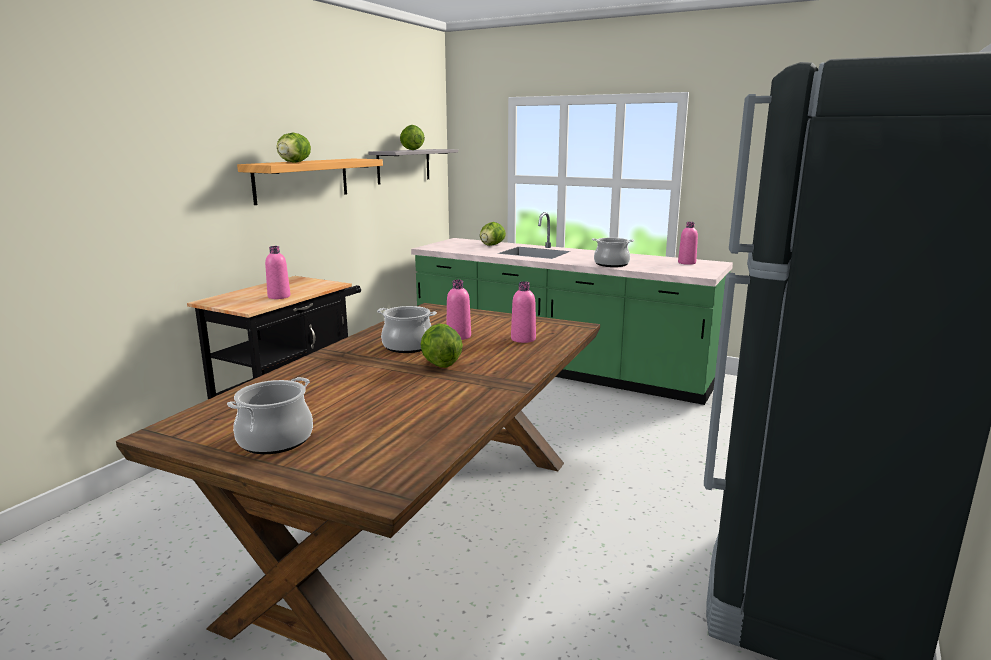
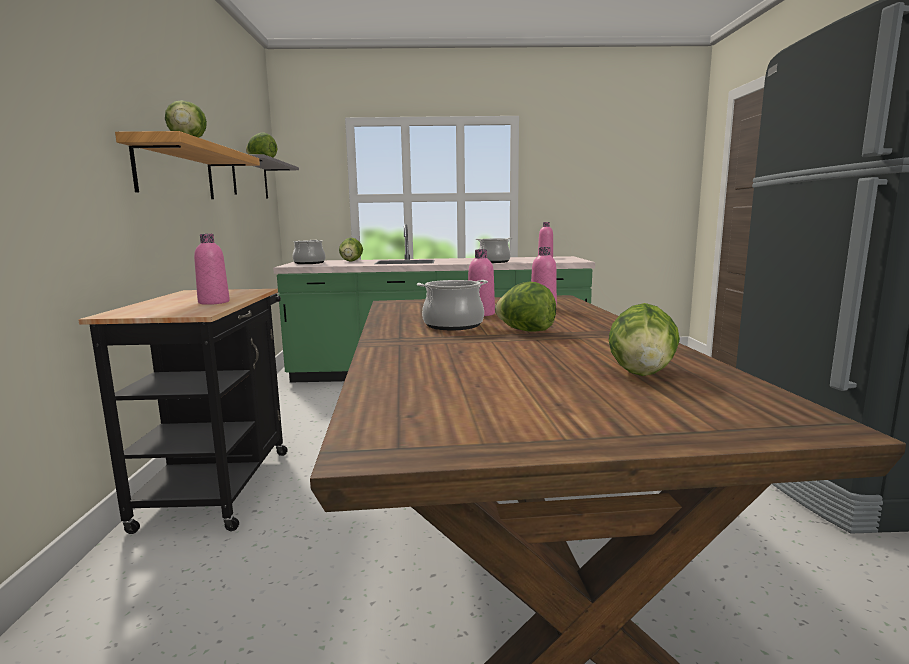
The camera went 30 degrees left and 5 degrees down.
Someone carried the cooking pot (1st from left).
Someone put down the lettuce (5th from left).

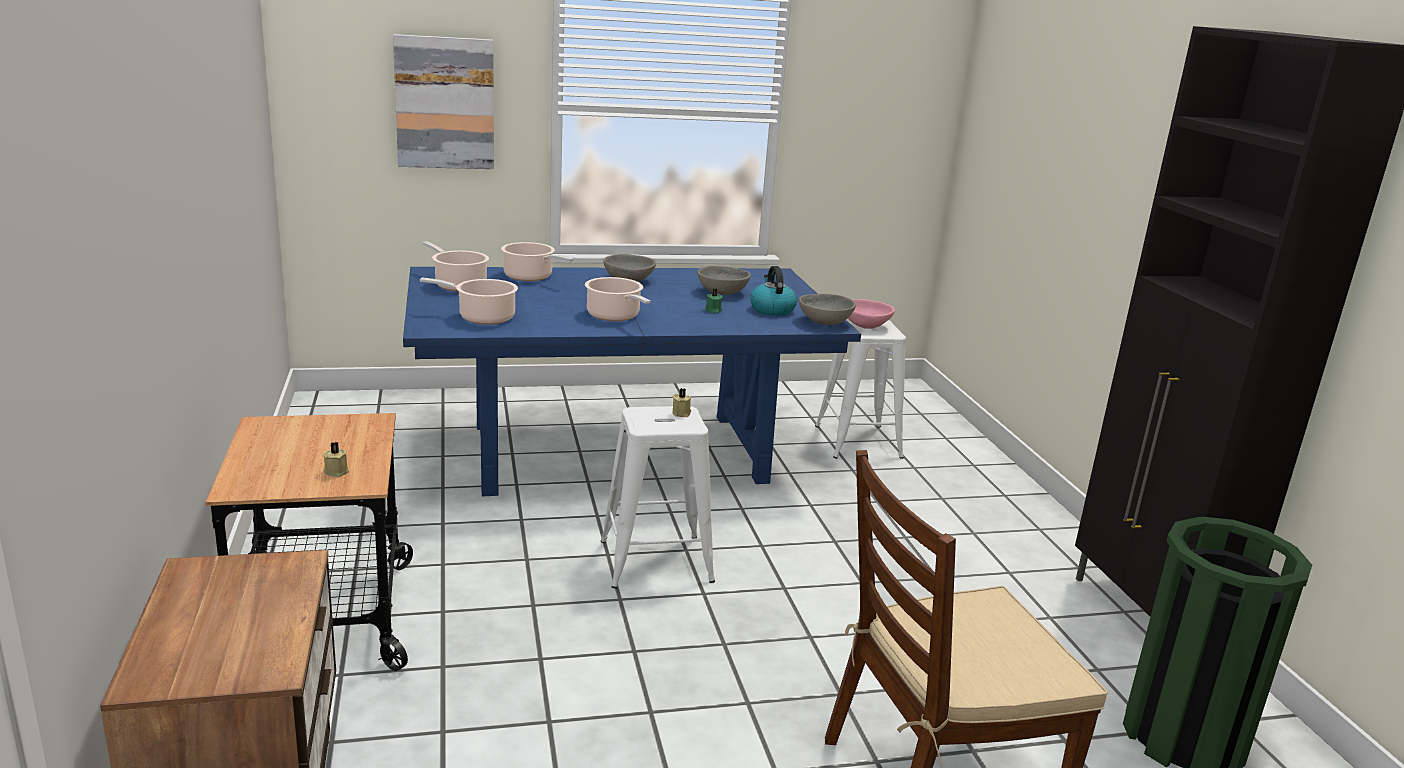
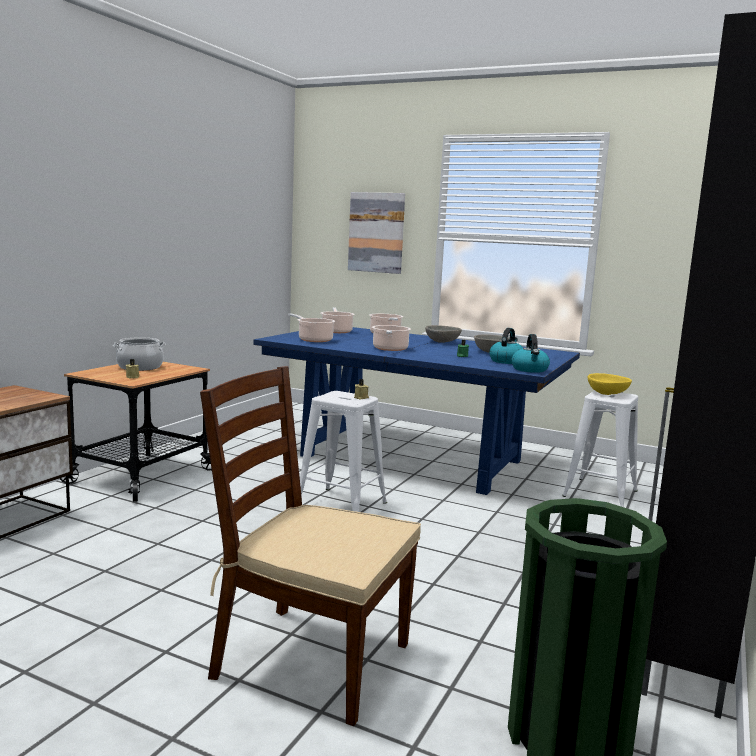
The camera went 40 degrees right and 10 degrees down.
Someone swapped the bowl/greyish (3rd from left) for the tea kettle (2nd from left).
Someone repainted the bowl/pink-coloured, which became the bowl/yellow.
Someone put down the cooking pot (1st from left).

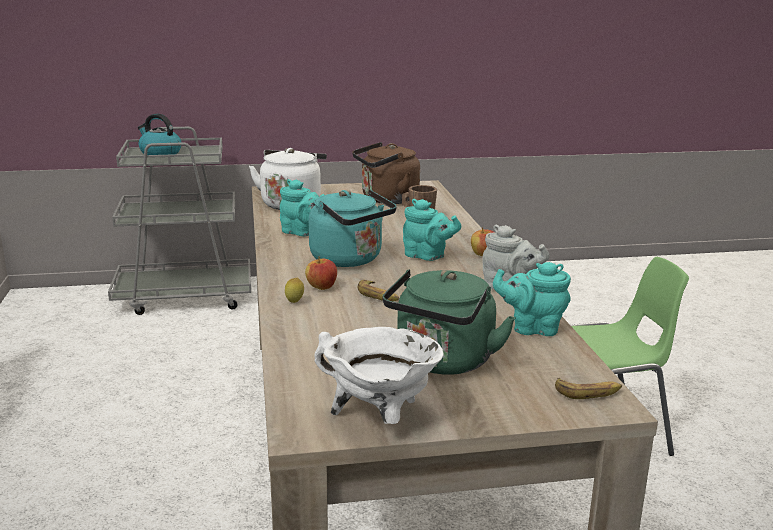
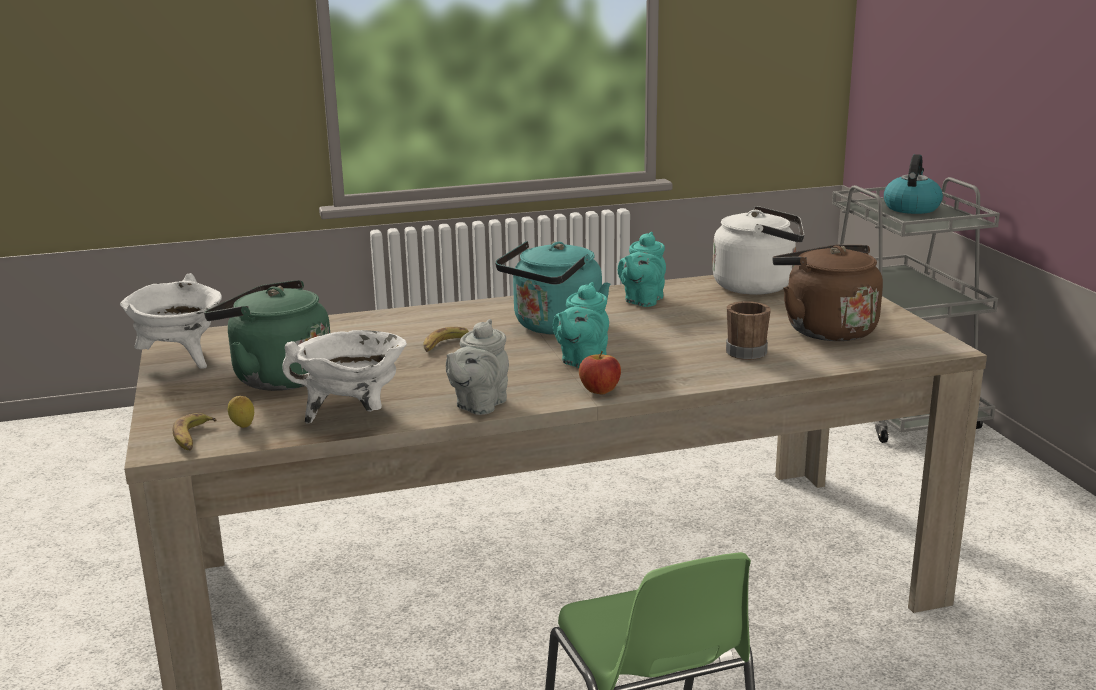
The camera went 85 degrees right and 0 degrees up.
Someone carried the whole lemon.
Someone took away the apple (1st from left).
Someone swapped the pot for tea/blue-green (3rd from left) for the cooking pot/white (2nd from left).

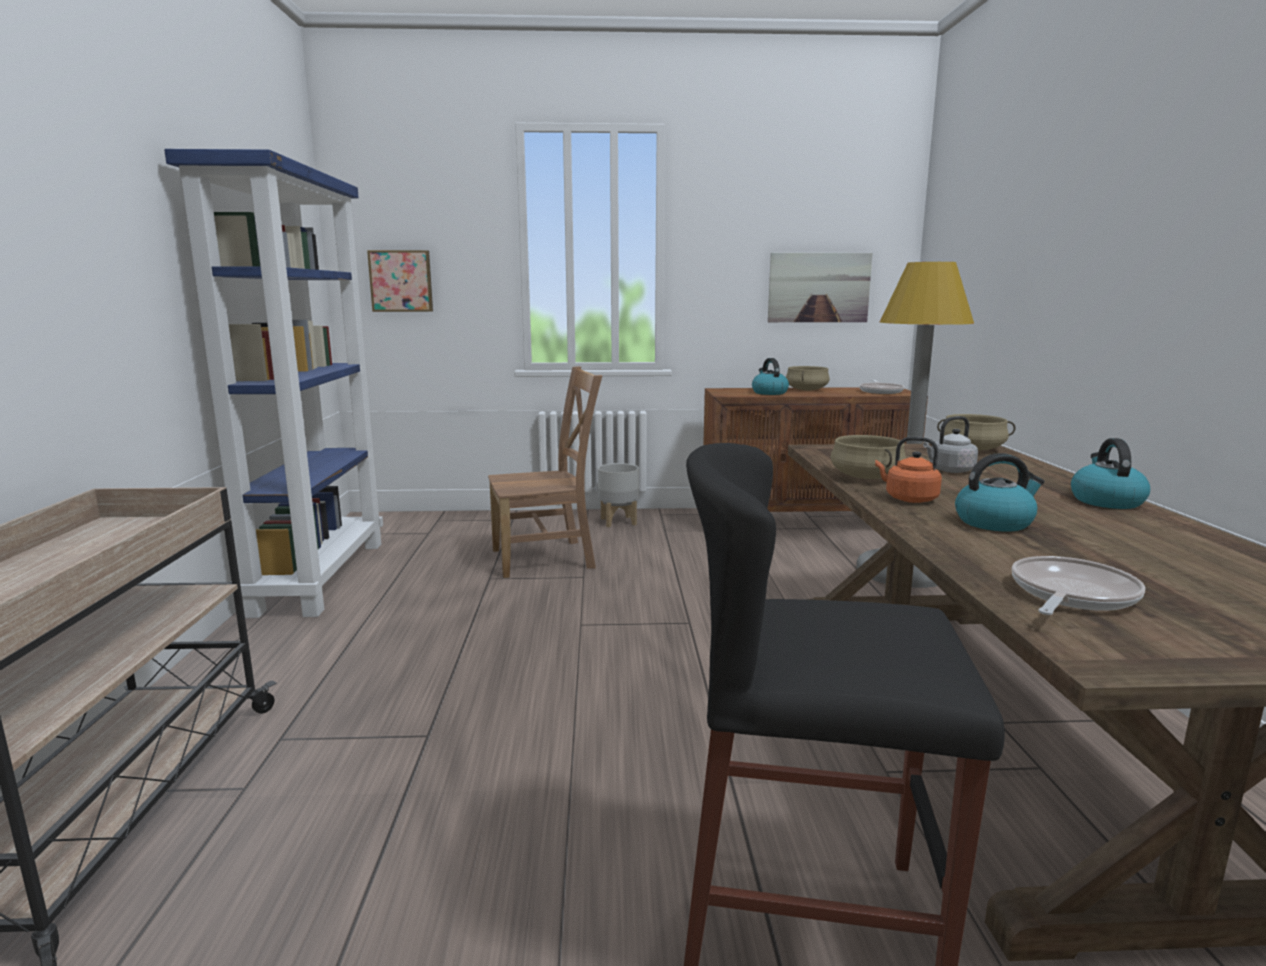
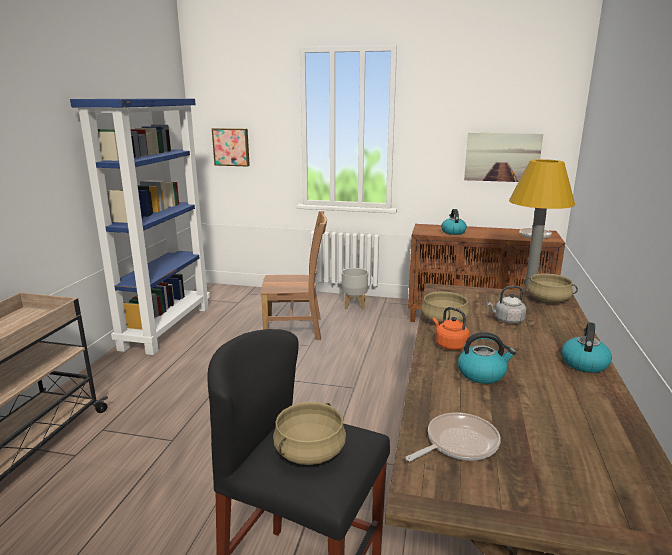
The camera went 15 degrees right and 5 degrees up.
Someone carried the cooking pot/beige-coloured (1st from left).

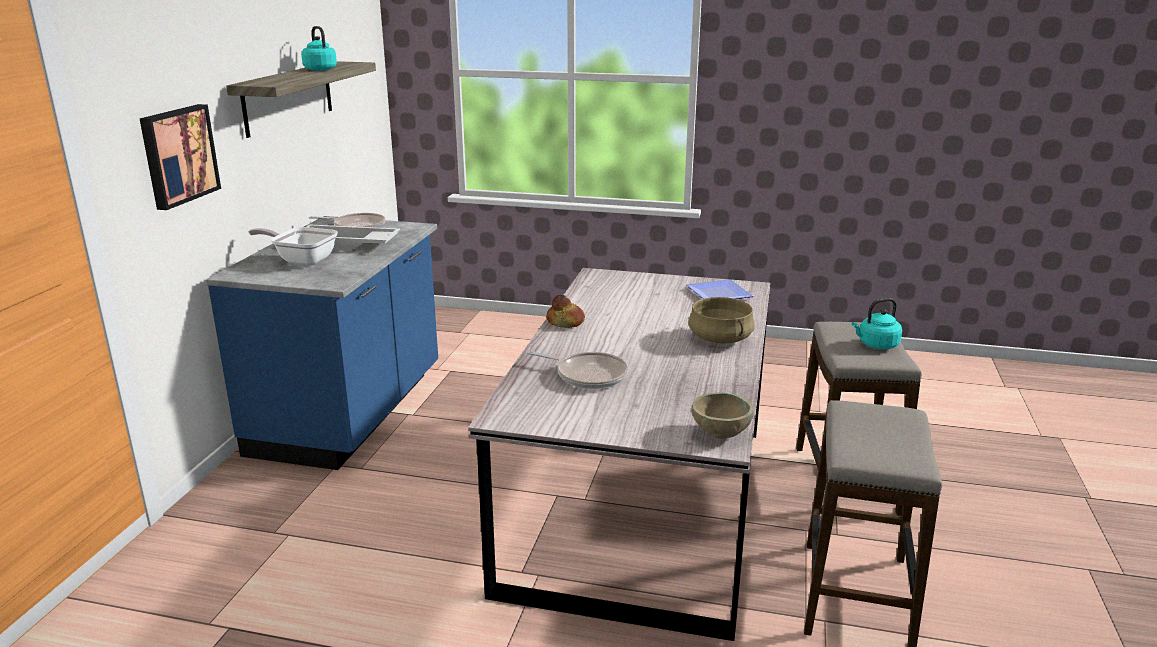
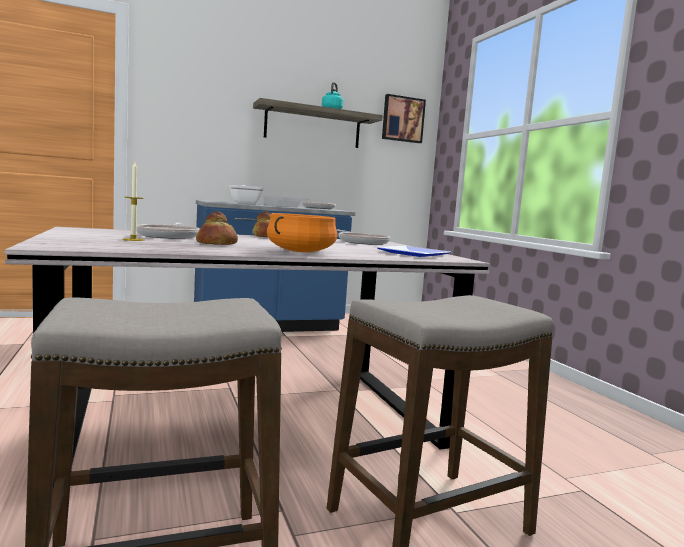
The camera went 55 degrees right and 15 degrees down.
Someone carried the picture.
Someone repainted the cooking pot/beige-coloured, which became the cooking pot/orange-coloured.
Someone took away the bowl/beige-coloured.
Someone took away the tea kettle/blue-green (2nd from left).
Someone put down the wax candle.
Someone put down the bakery bread (1st from left).
Someone put down the pan (4th from left).

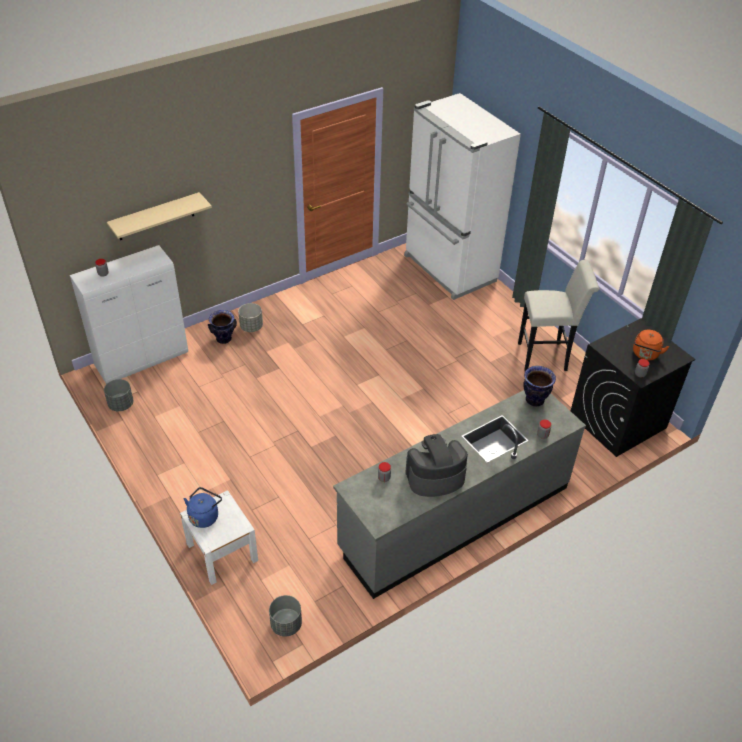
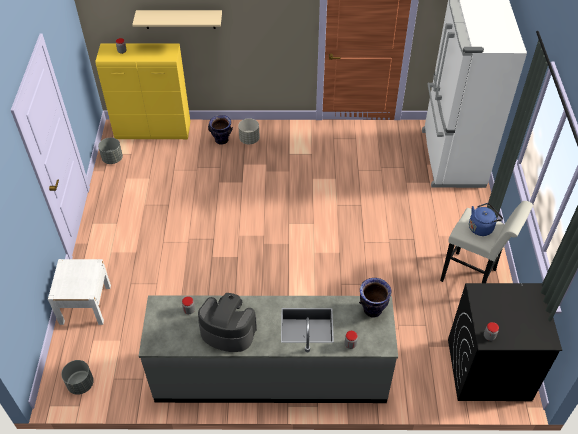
The camera went 35 degrees right and 5 degrees up.
Someone repainted the cupboard/white, which became the cupboard/yellow.
Someone carried the tea kettle/blue-coloured.
Someone took away the tea kettle/orange-coloured.

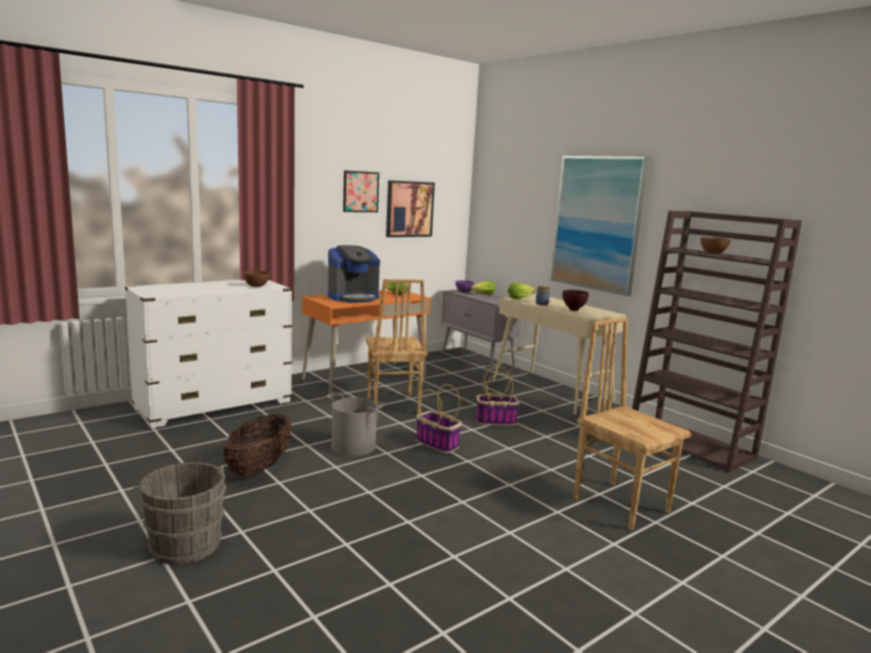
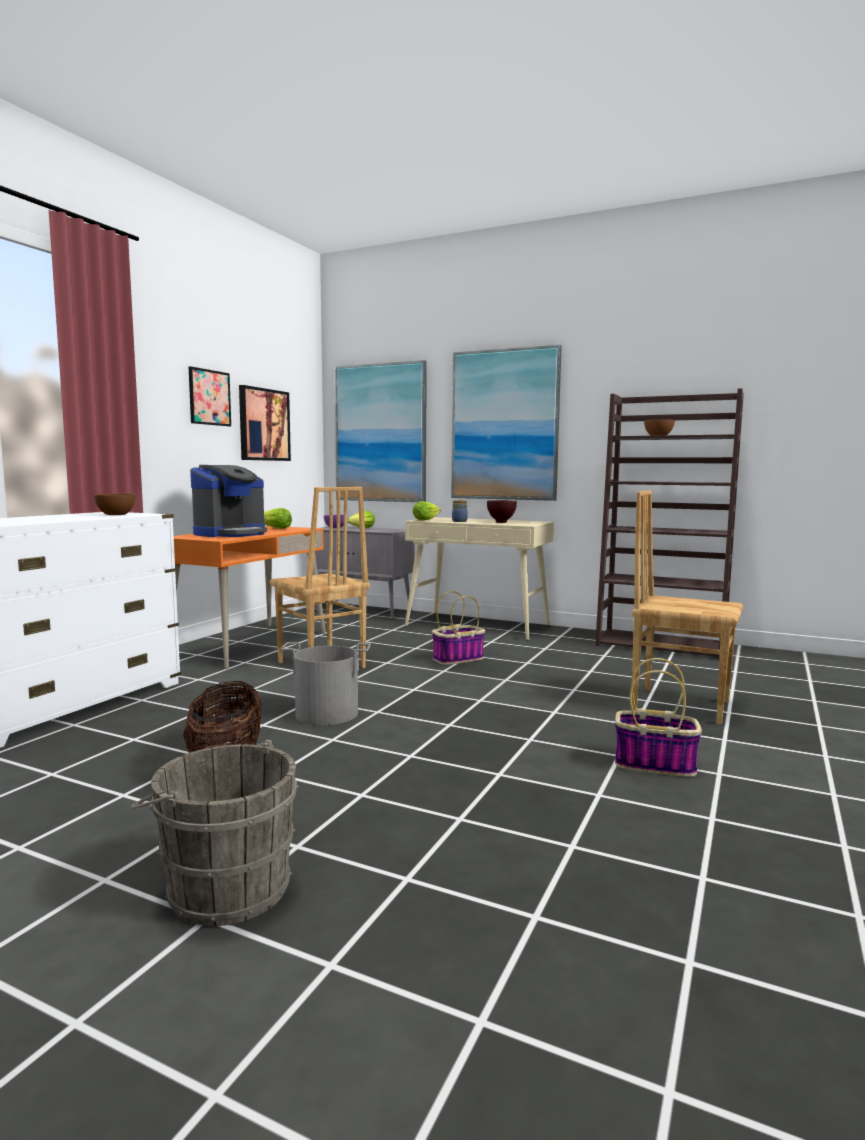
The camera went 25 degrees left and 5 degrees down.
Someone carried the household basket (2nd from left in the first image).
Someone put up the picture (3rd from left).

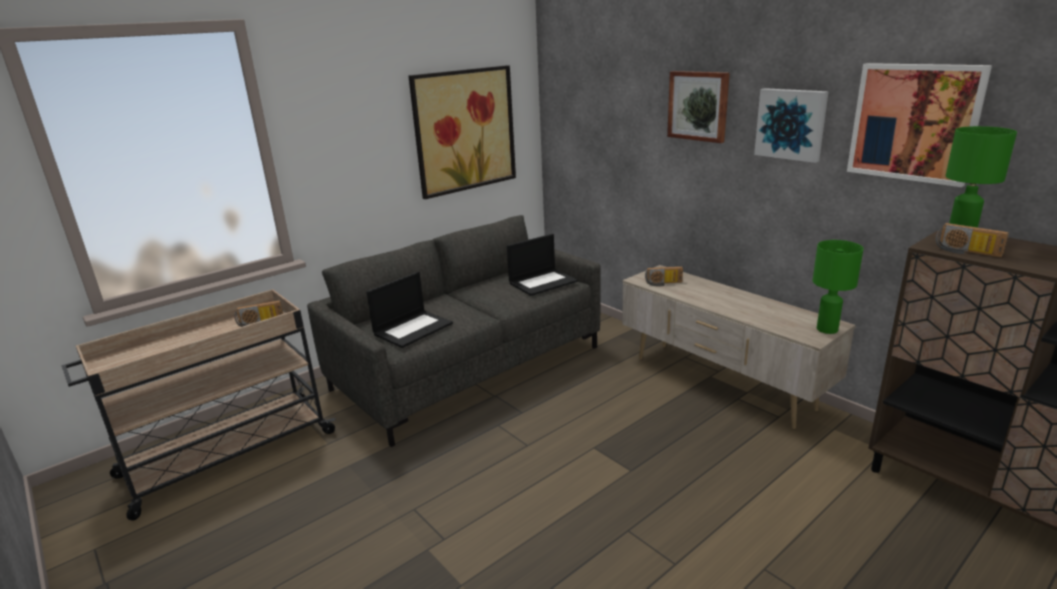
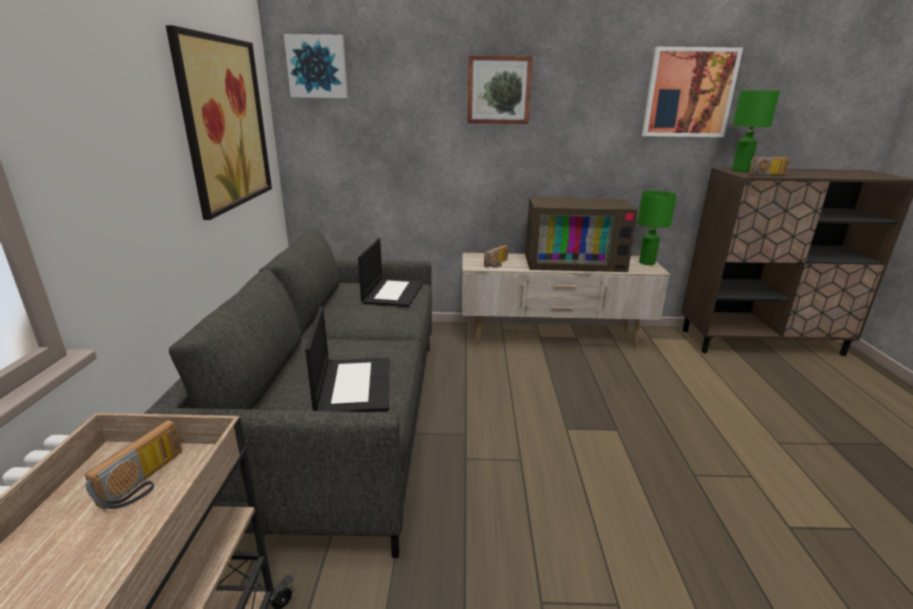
The camera went 50 degrees left and 0 degrees up.
Someone carried the picture (3rd from left in the first image).
Someone put down the TV.

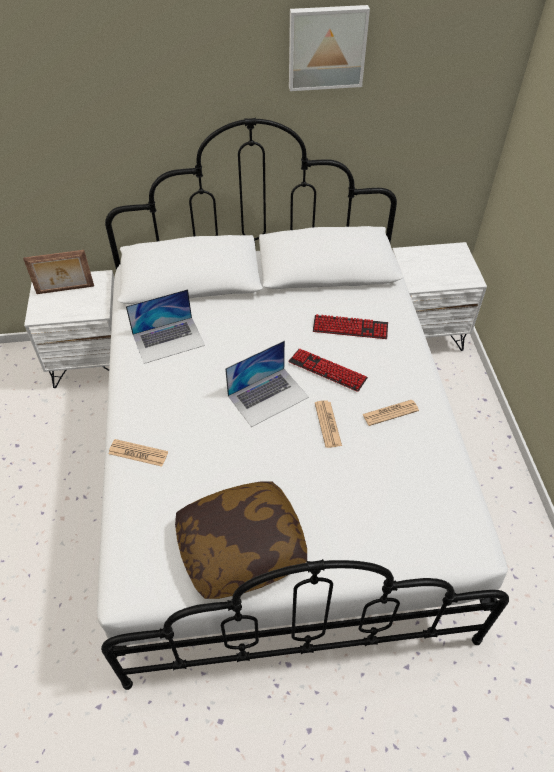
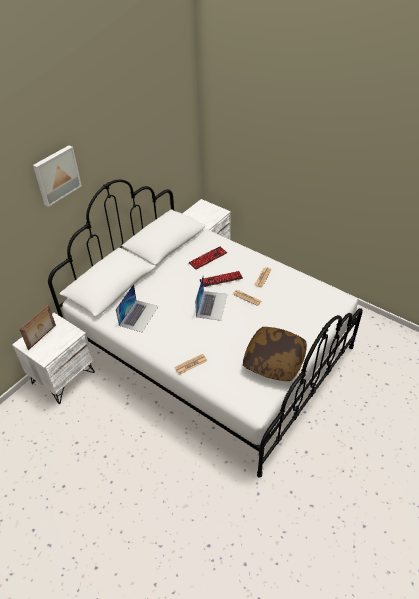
The camera went 45 degrees left and 5 degrees down.
Someone carried the picture.

